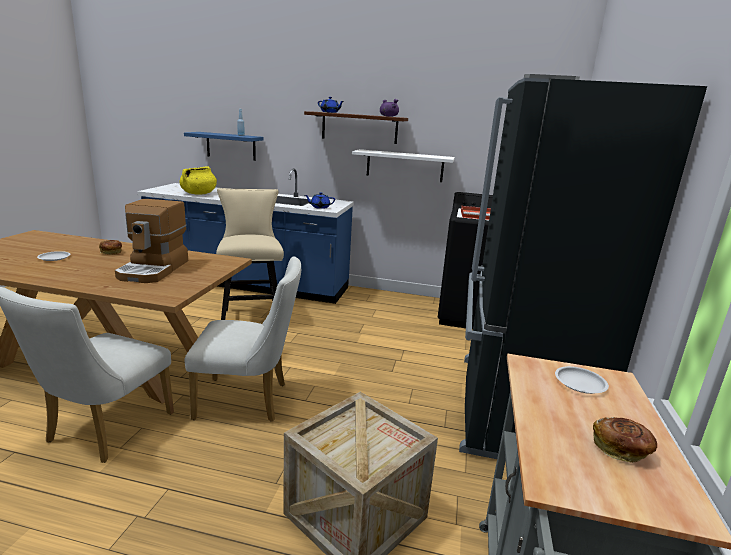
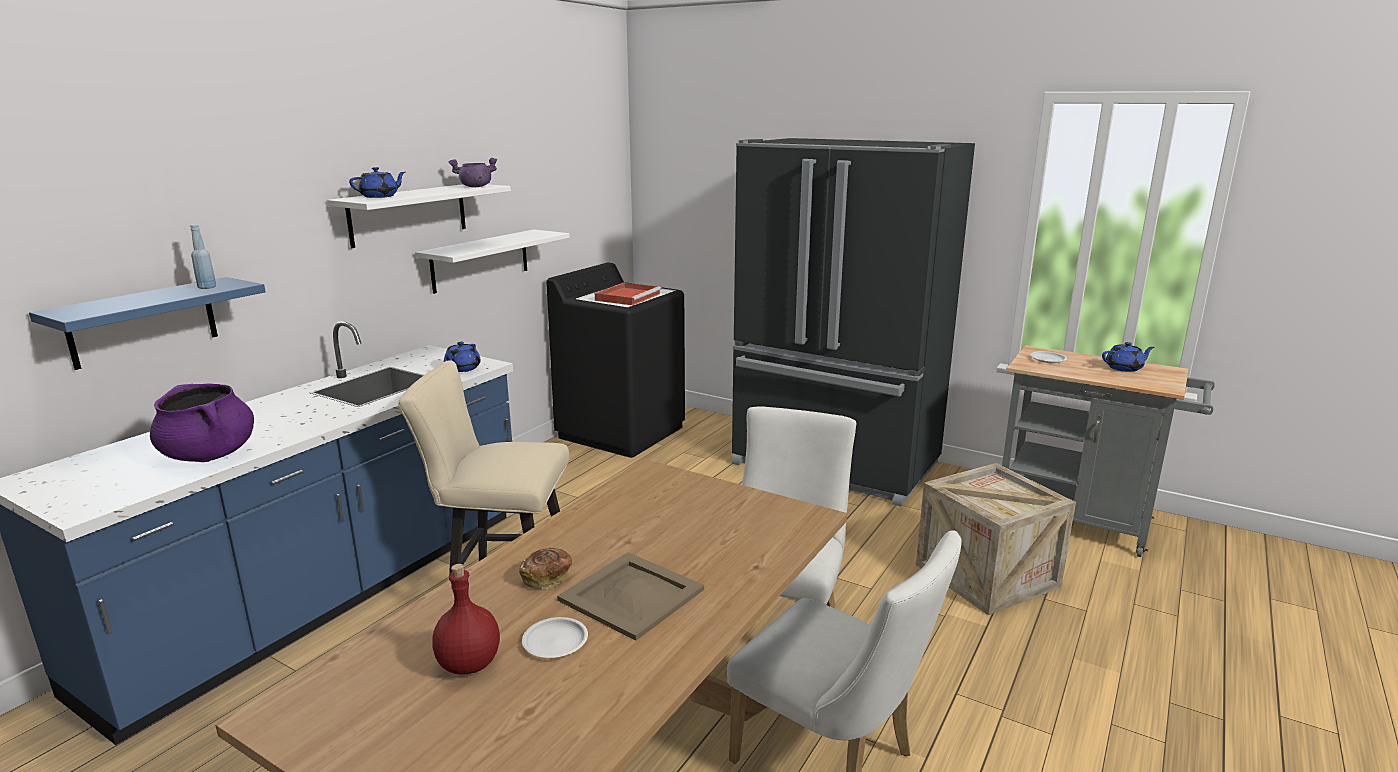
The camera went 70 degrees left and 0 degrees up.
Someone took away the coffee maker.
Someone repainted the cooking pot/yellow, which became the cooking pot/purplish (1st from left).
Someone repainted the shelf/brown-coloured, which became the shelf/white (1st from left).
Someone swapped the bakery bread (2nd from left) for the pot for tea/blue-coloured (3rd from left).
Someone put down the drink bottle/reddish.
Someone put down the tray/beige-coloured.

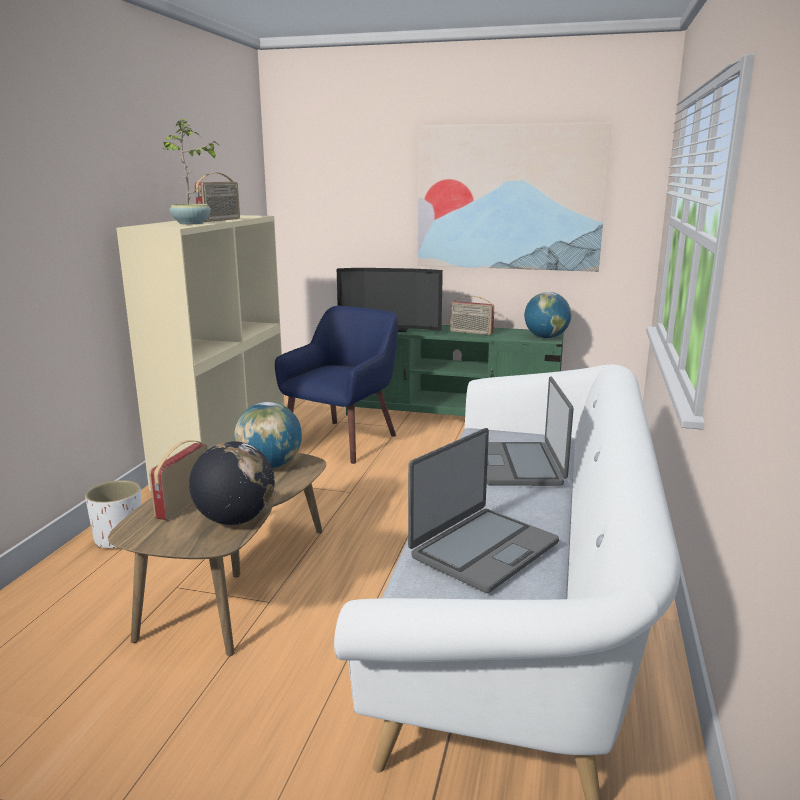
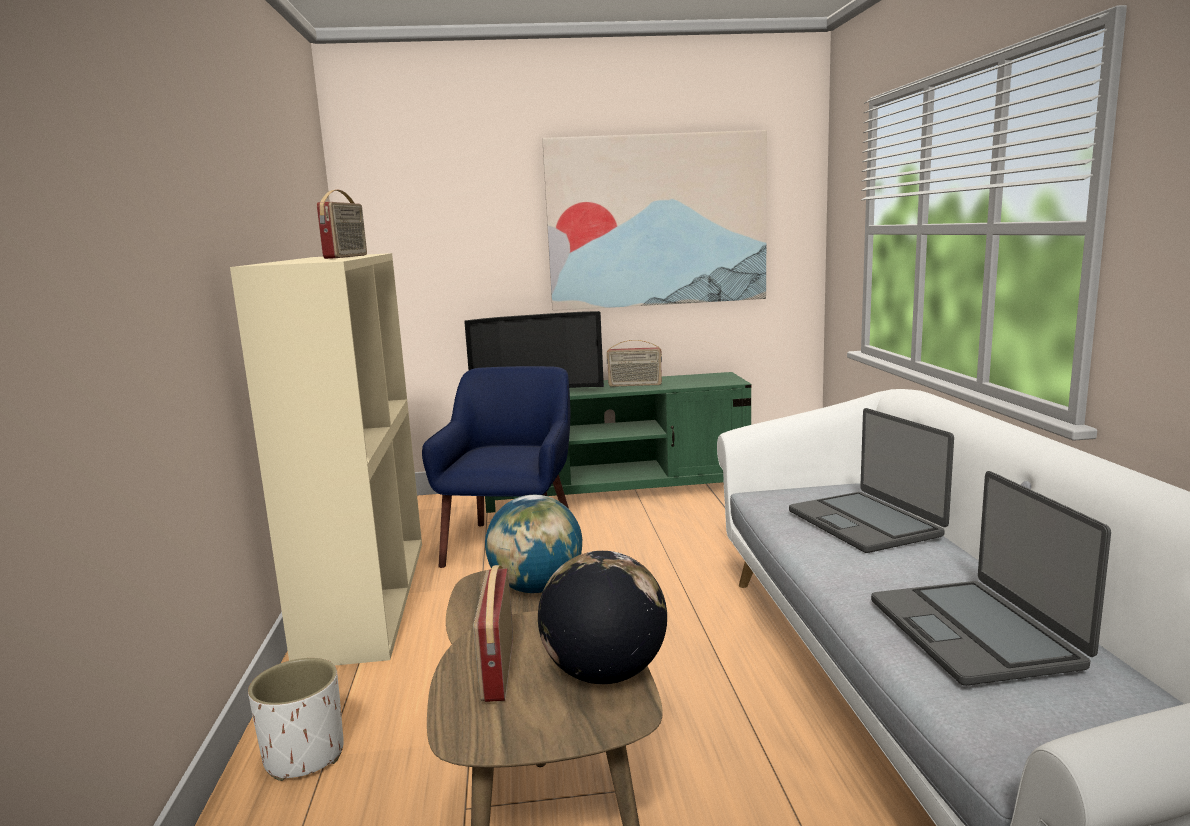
The camera went 20 degrees left and 5 degrees down.
Someone took away the potted plant.
Someone rotated the portable computer (1st from left in the first image) by 150 degrees clockwise.
Someone took away the world globe (3rd from left).

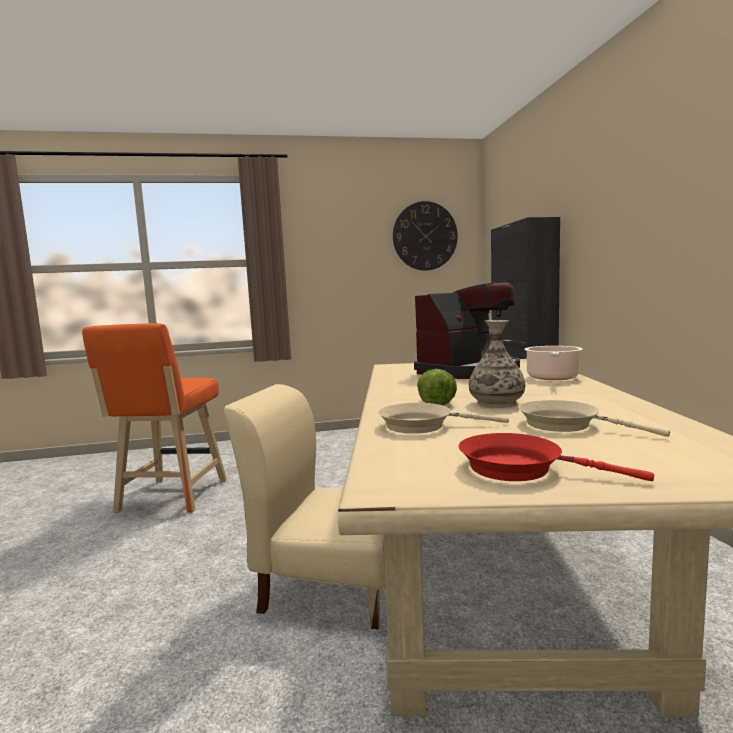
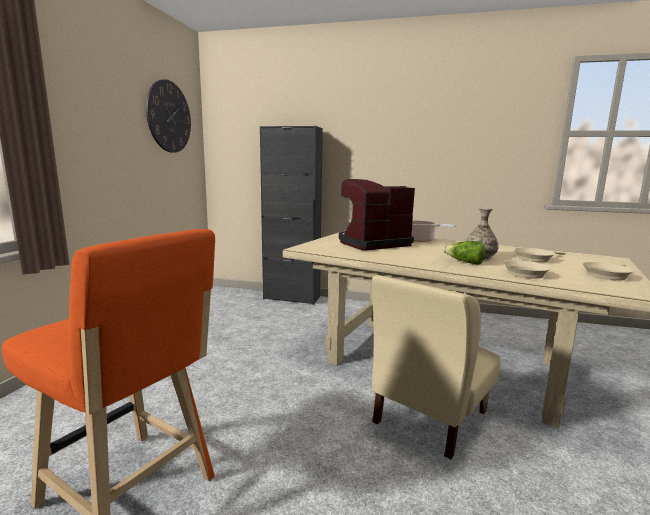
The camera went 65 degrees left and 5 degrees up.
Someone rotated the coffee maker by 105 degrees counterclockwise.
Someone repainted the pan/reddish, which became the pan/beige-coloured (3rd from left).

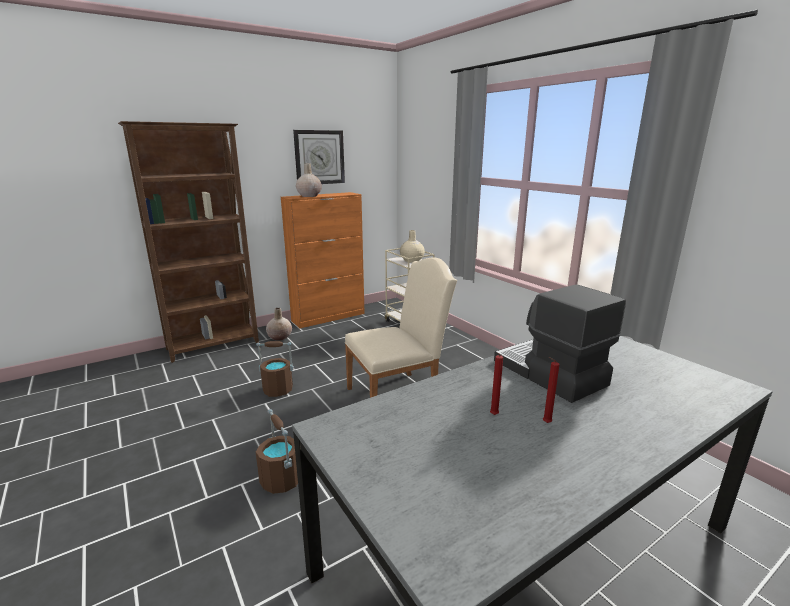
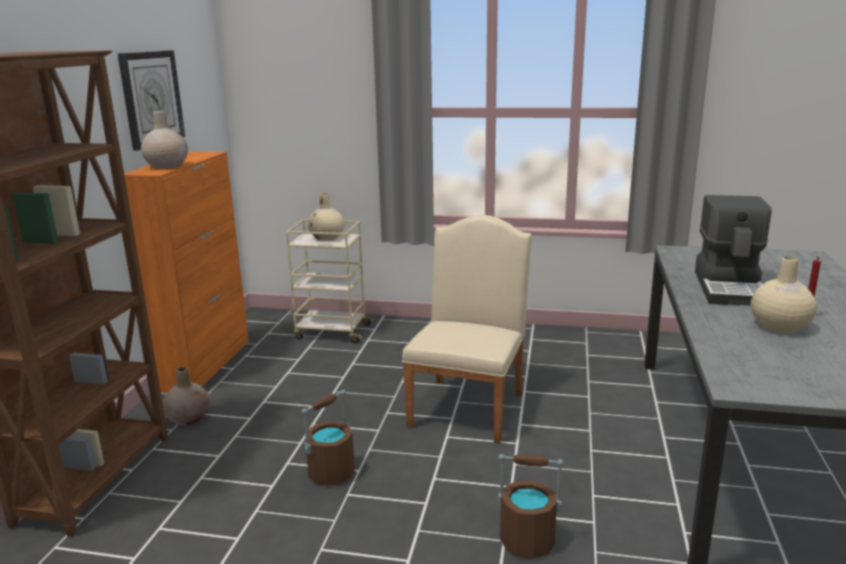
The camera went 45 degrees left and 0 degrees up.
Someone swapped the wax candle/reddish (1st from left) for the flower vase/beige-coloured (4th from left).
Someone rotated the coffee maker by 90 degrees counterclockwise.

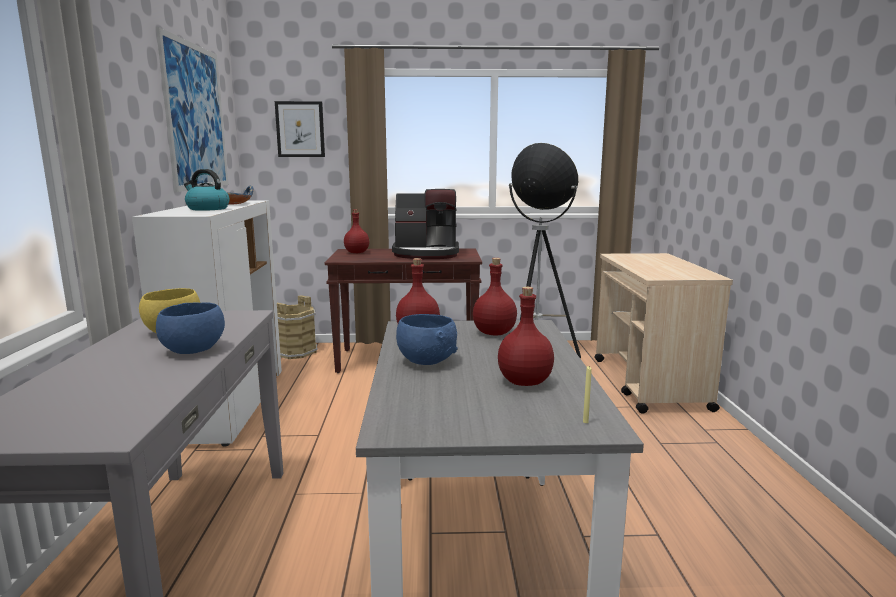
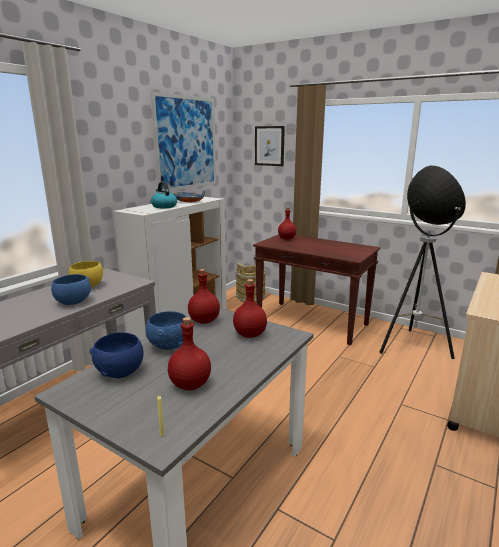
The camera went 35 degrees right and 5 degrees up.
Someone took away the coffee maker.
Someone put down the bowl/blue-coloured (2nd from left).

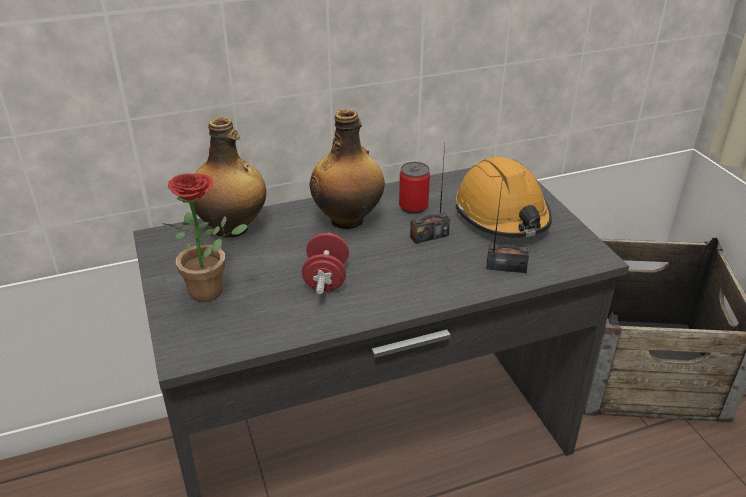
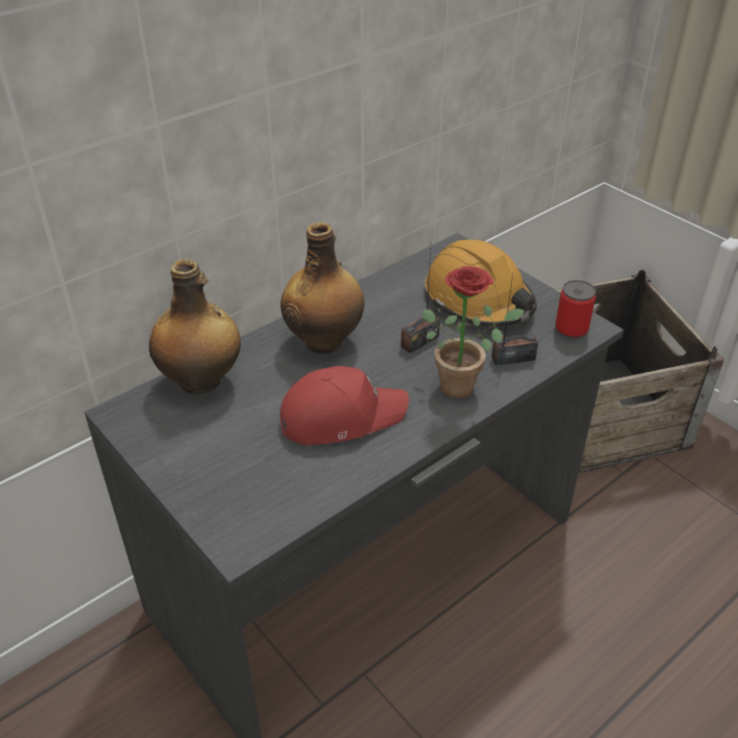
The camera went 20 degrees left and 5 degrees up.
Someone carried the potted plant.
Someone swapped the dumbbell/reddish for the peaked cap/reddish.
Someone carried the metal can.

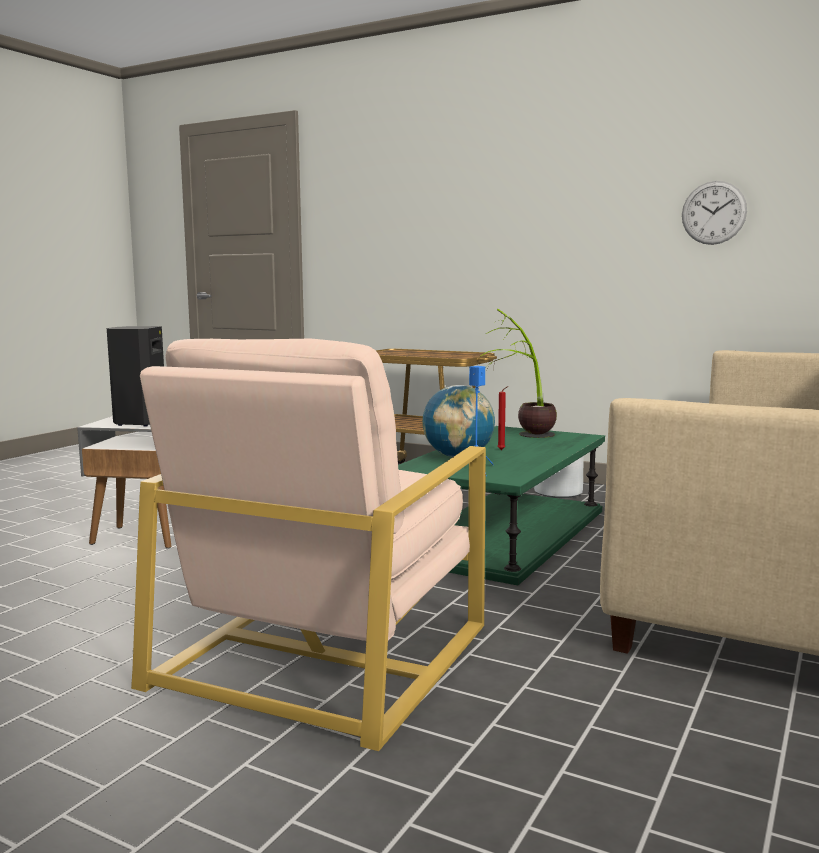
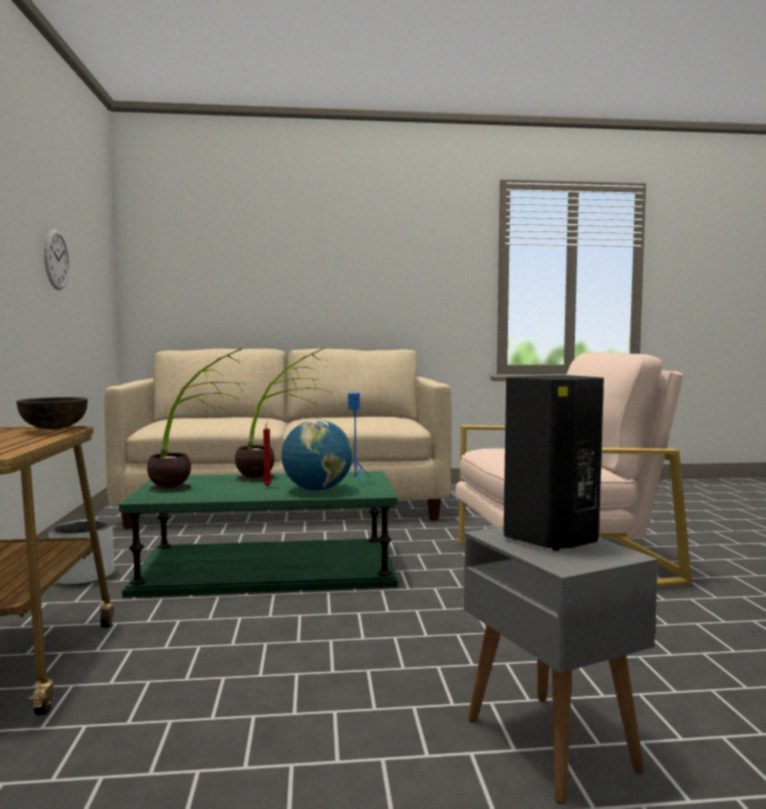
The camera went 125 degrees left and 5 degrees down.
Someone put down the bowl/brown-coloured.
Someone put down the potted plant (2nd from left).

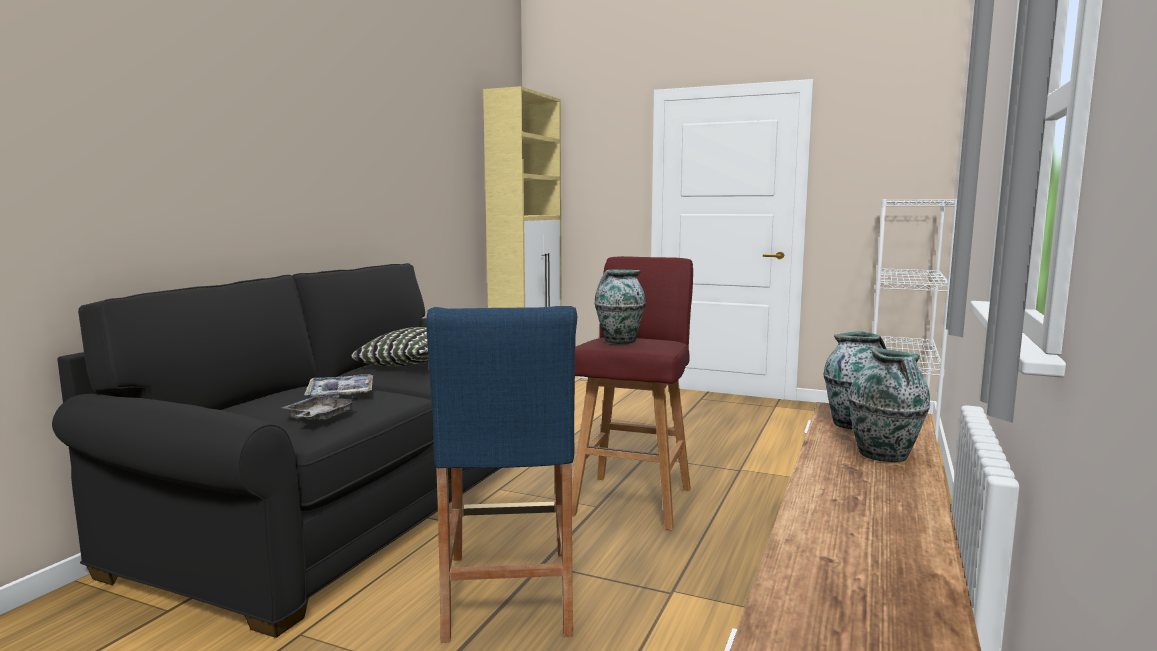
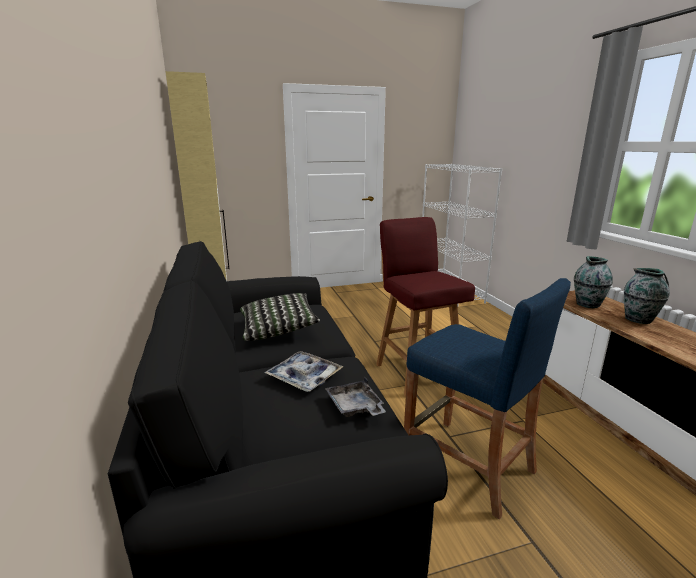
The camera went 40 degrees left and 10 degrees up.
Someone took away the flower vase (1st from left).

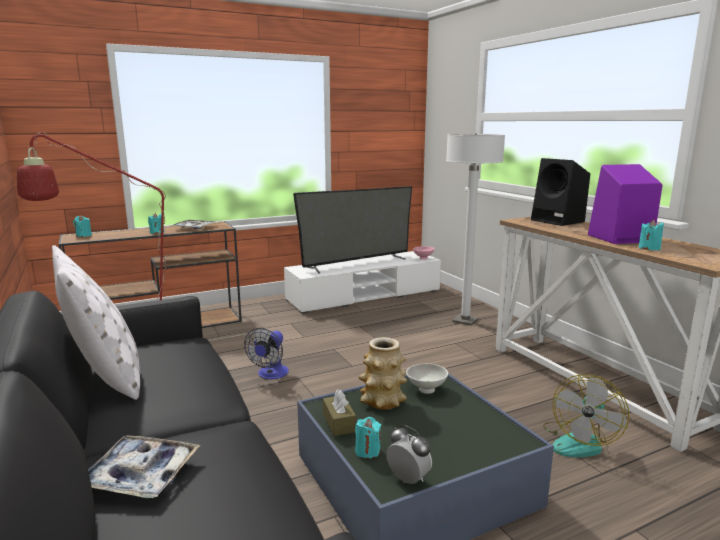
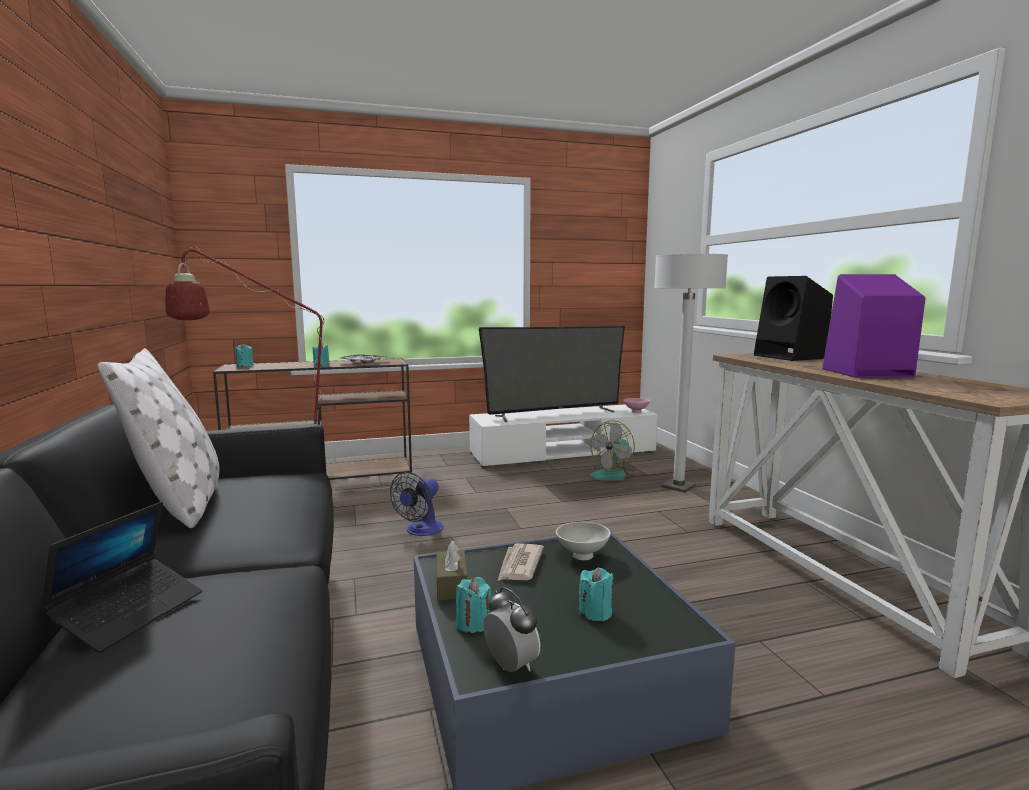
The camera went 10 degrees right and 5 degrees down.
Someone swapped the tray (1st from left) for the portable computer.
Someone swapped the flower vase for the newspaper.
Someone carried the cooling fan (2nd from left).
Someone carried the wax candle/blue-green (4th from left).

